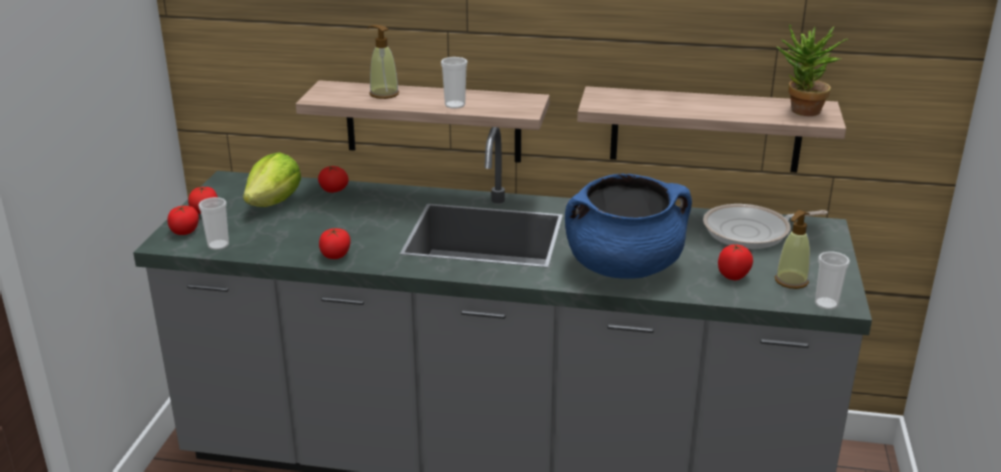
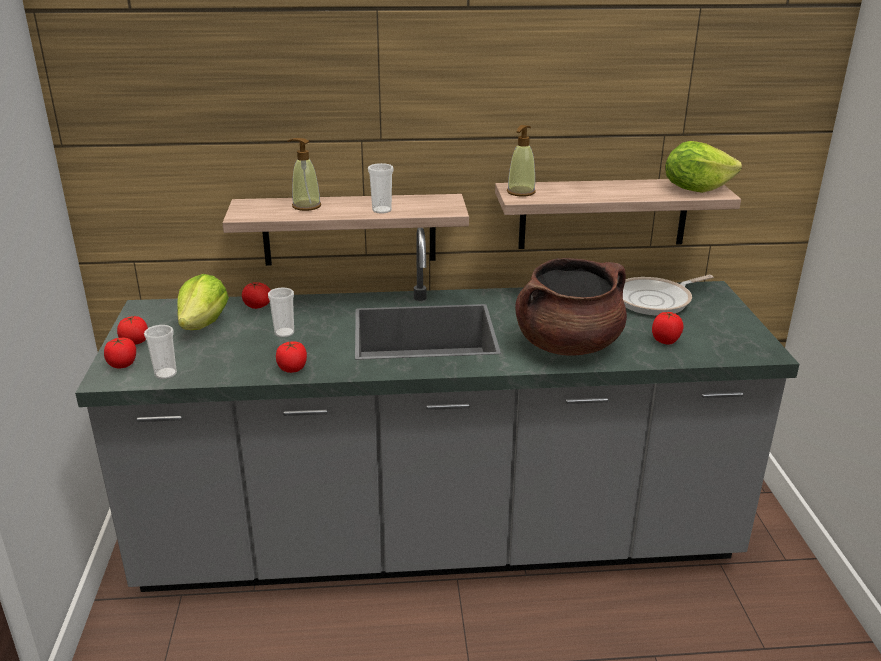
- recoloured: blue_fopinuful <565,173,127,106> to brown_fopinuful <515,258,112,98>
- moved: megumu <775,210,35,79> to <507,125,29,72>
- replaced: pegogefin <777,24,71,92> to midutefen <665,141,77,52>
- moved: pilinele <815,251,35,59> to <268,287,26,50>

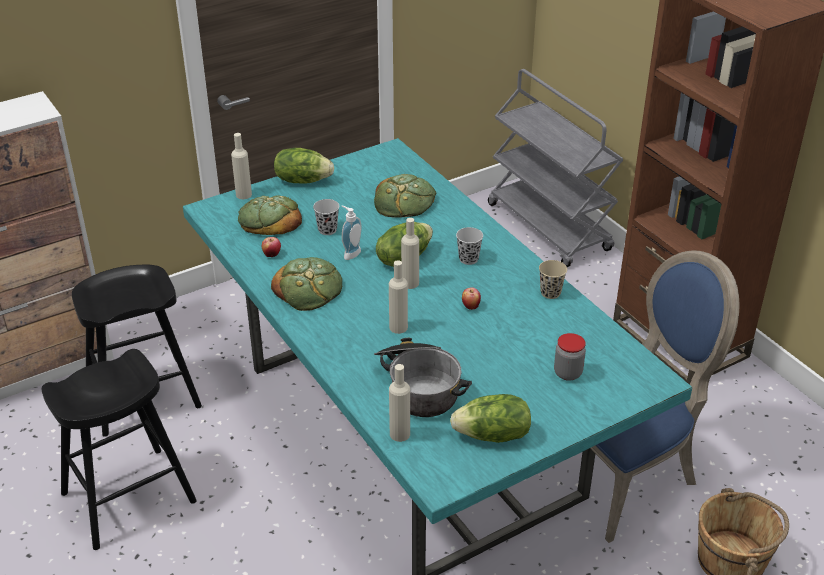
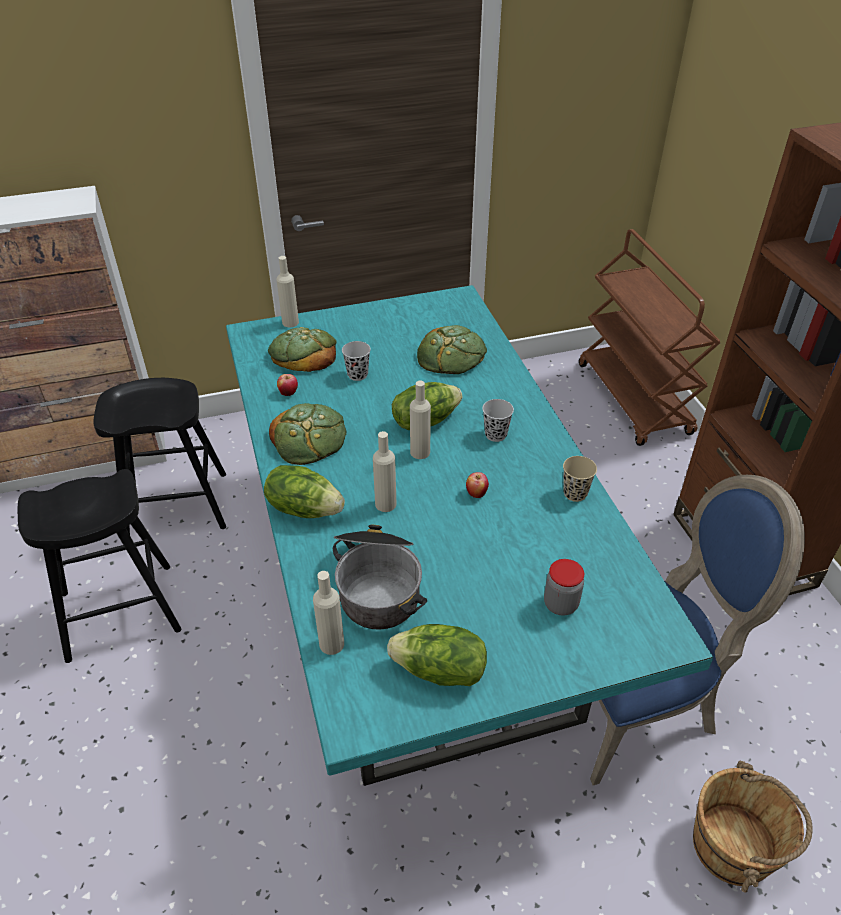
- moved: midutefen <274,148,60,36> to <264,465,81,53>
- removed: megumu <342,205,20,55>
- recoloured: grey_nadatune <488,69,136,198> to brown_nadatune <579,229,142,217>

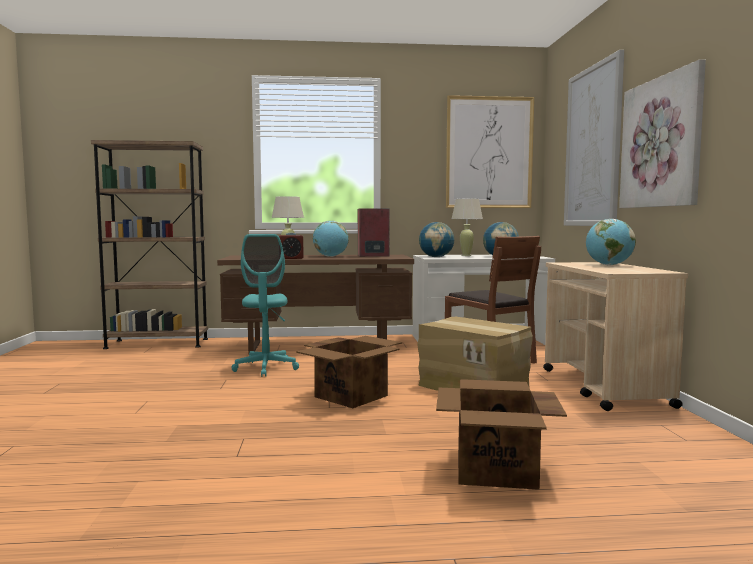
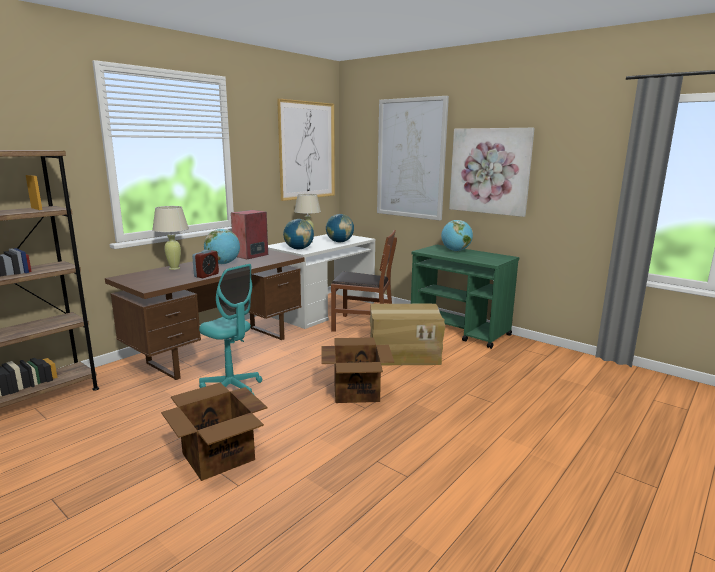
- moved: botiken <436,379,131,111> to <161,382,107,99>
- recoloured: beige_nadatune <543,262,145,149> to green_nadatune <411,245,108,104>

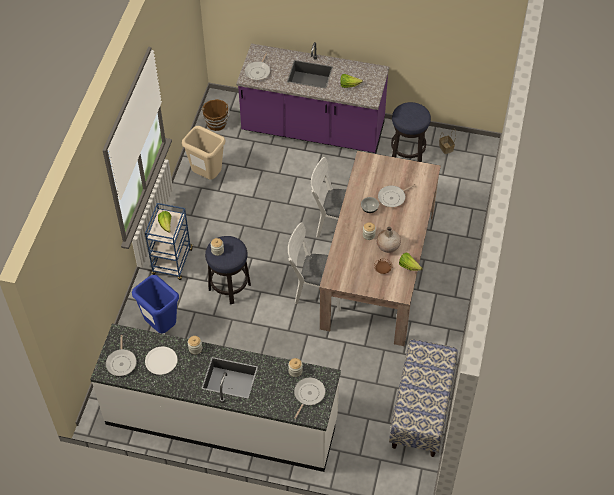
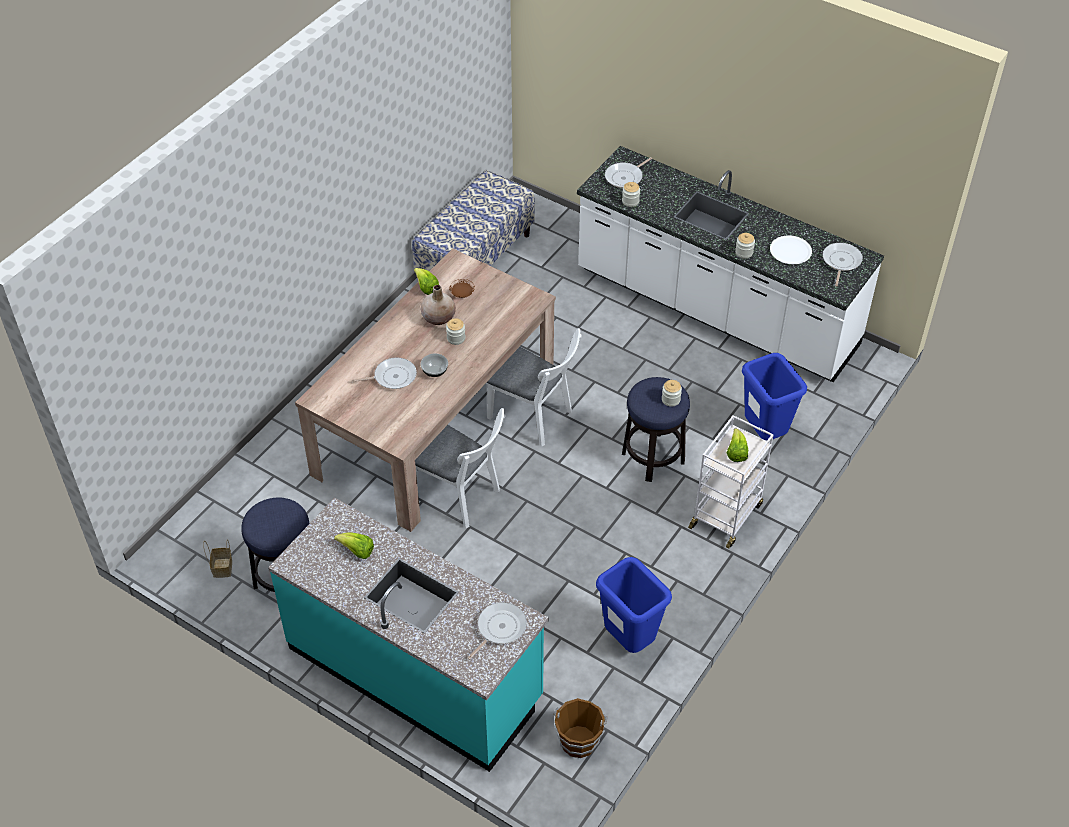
- recoloured: blue_nadatune <145,203,48,77> to white_nadatune <688,415,86,133>
- recoloured: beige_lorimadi <182,126,43,54> to blue_lorimadi <596,557,76,96>
- recoloured: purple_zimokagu <236,42,153,111> to turquoise_zimokagu <268,497,281,275>

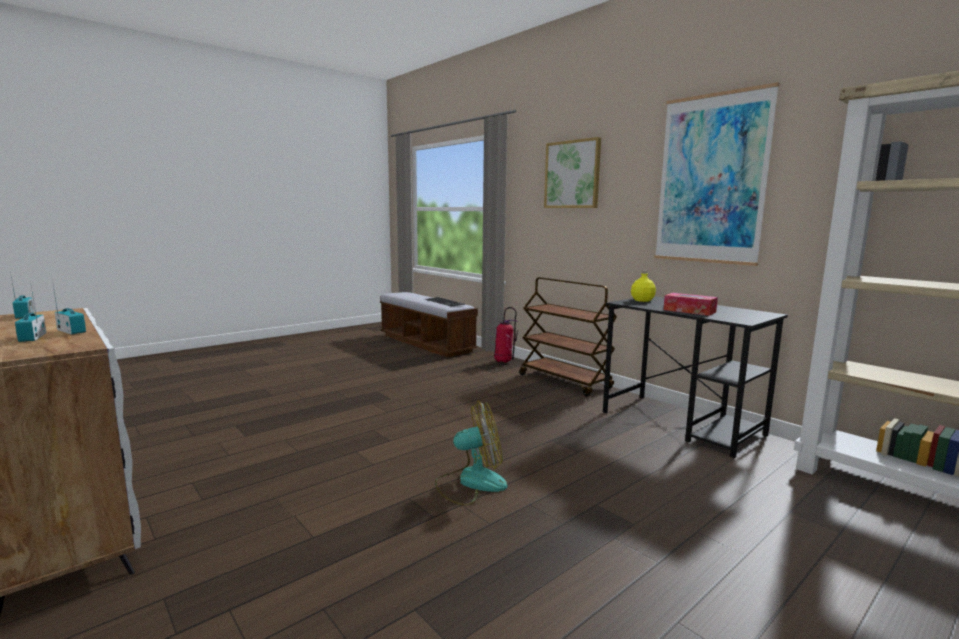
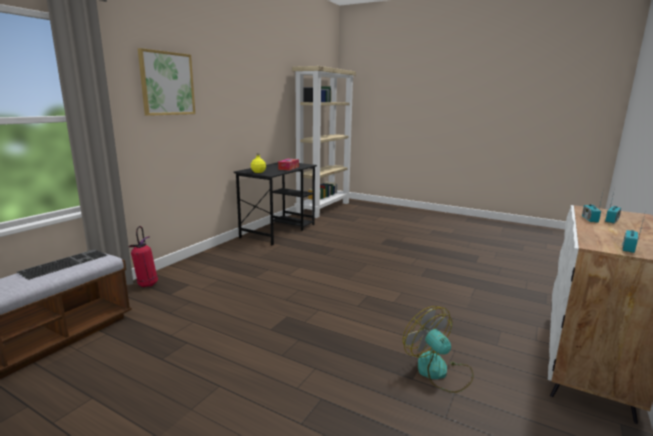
- moved: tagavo <435,401,72,105> to <403,306,71,87>
- removed: brown_nadatune <519,277,98,120>
- removed: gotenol <654,82,126,184>

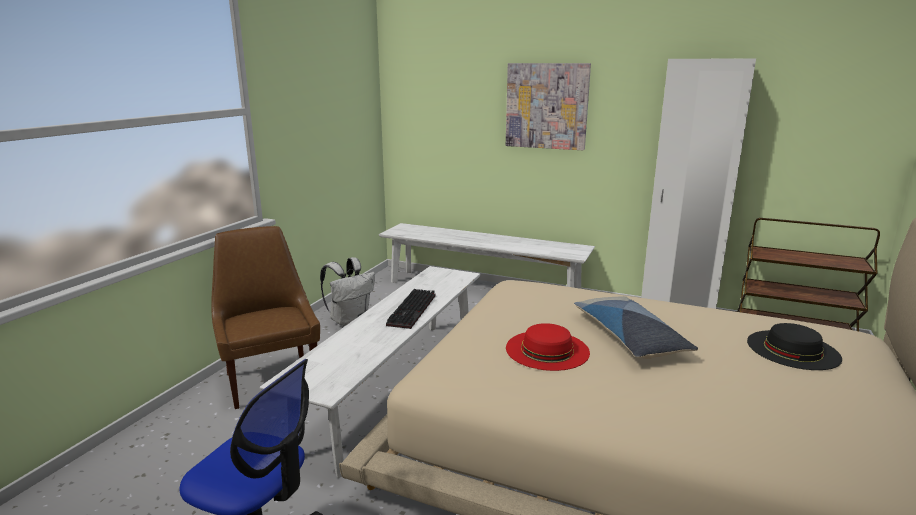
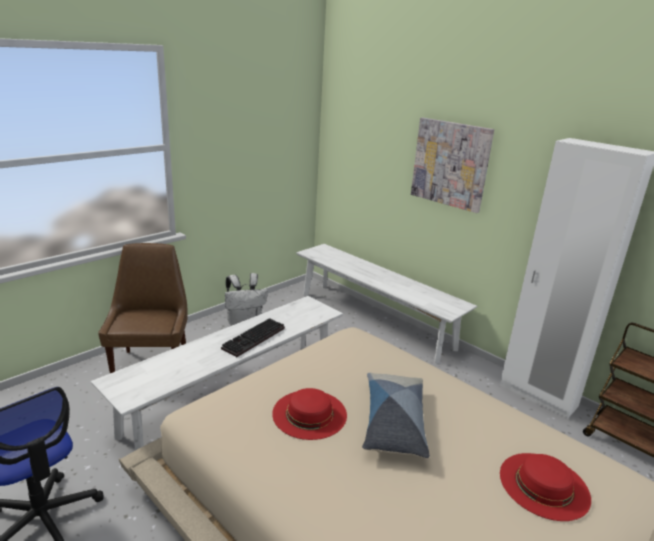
- recoloured: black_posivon <747,323,95,47> to red_posivon <500,453,91,68>

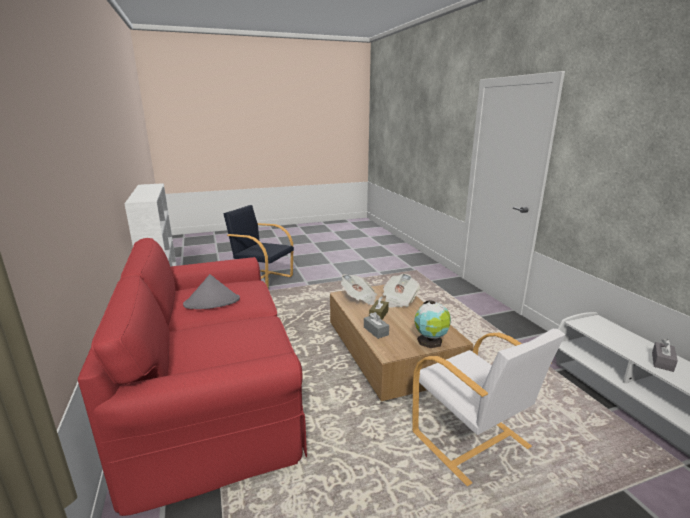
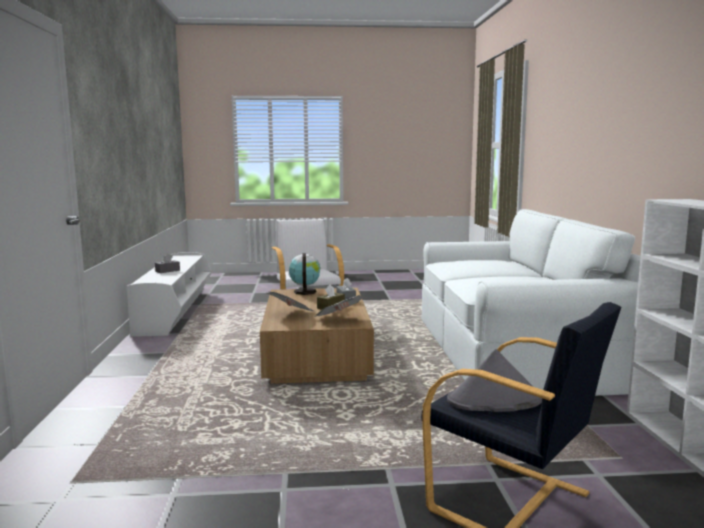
- recoloured: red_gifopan <78,238,229,278> to white_gifopan <422,209,219,187>
- moved: grey_posivon <183,274,57,35> to <447,349,95,63>

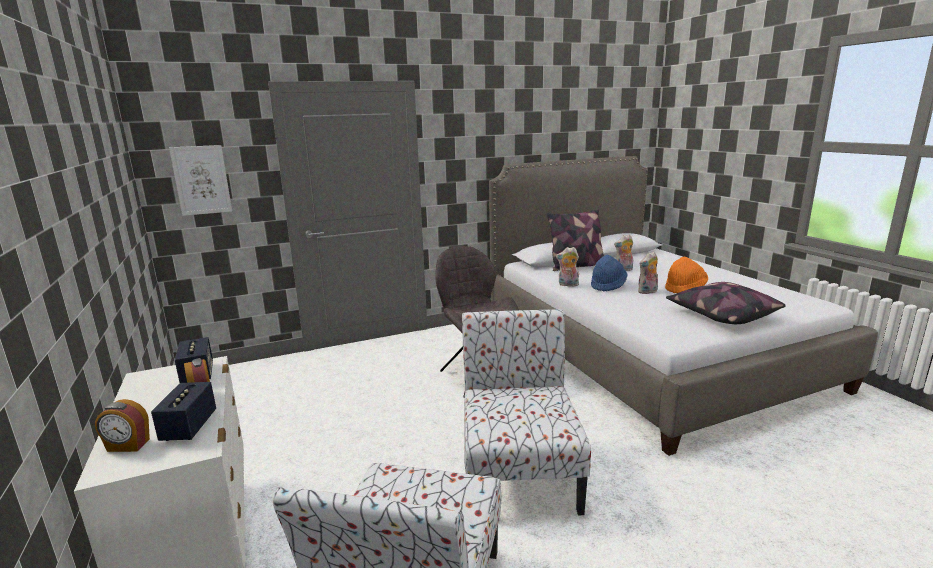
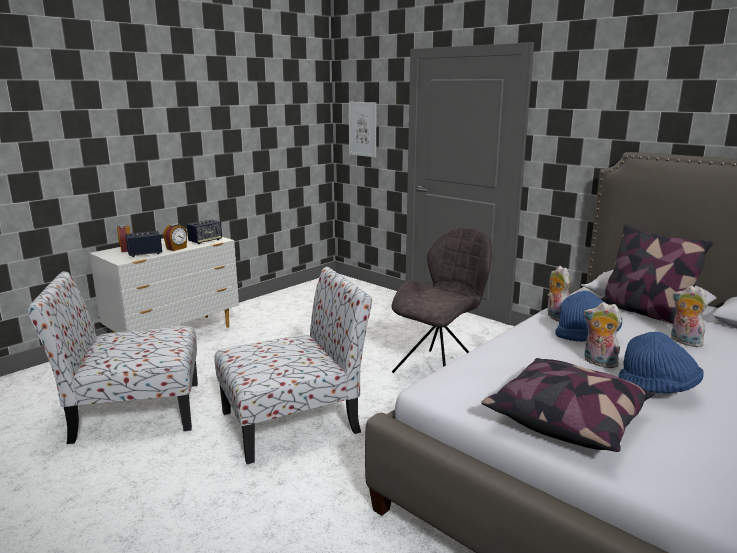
- recoloured: orange_posivon <665,257,43,36> to blue_posivon <618,332,86,62>

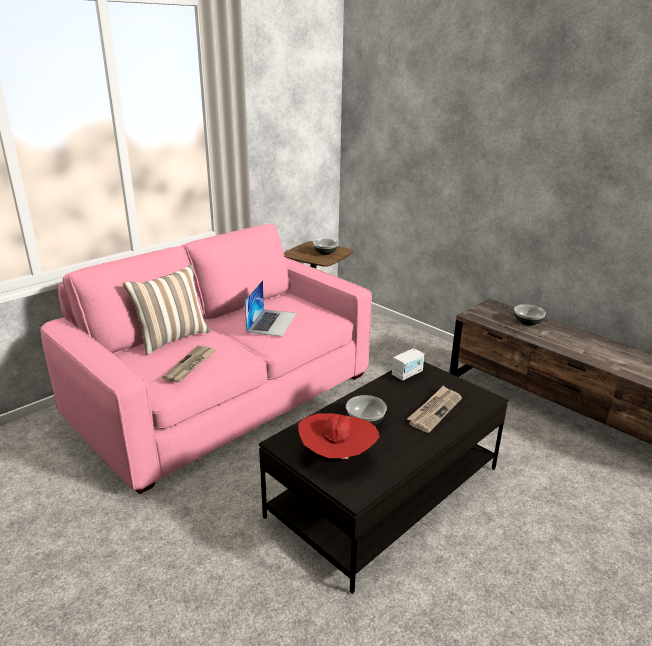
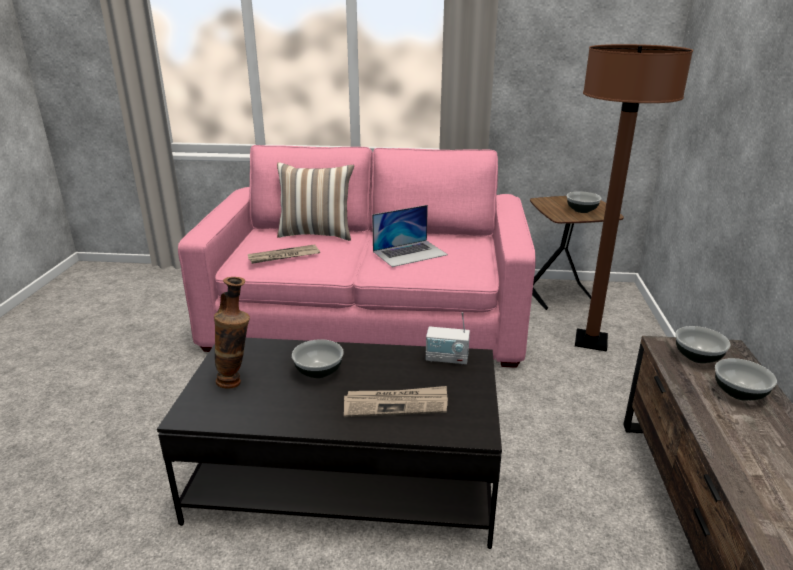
- replaced: red_posivon <298,413,81,46> to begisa <214,277,36,112>
- added: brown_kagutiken <575,44,118,307>
- added: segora <675,326,56,37>

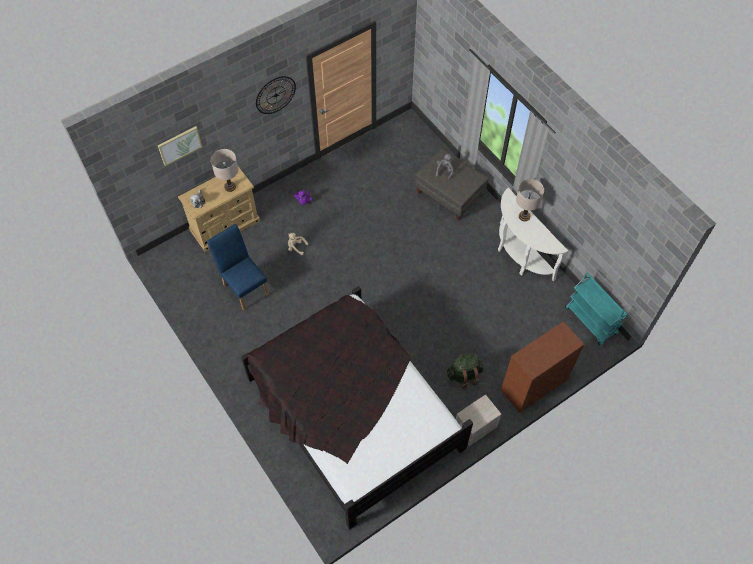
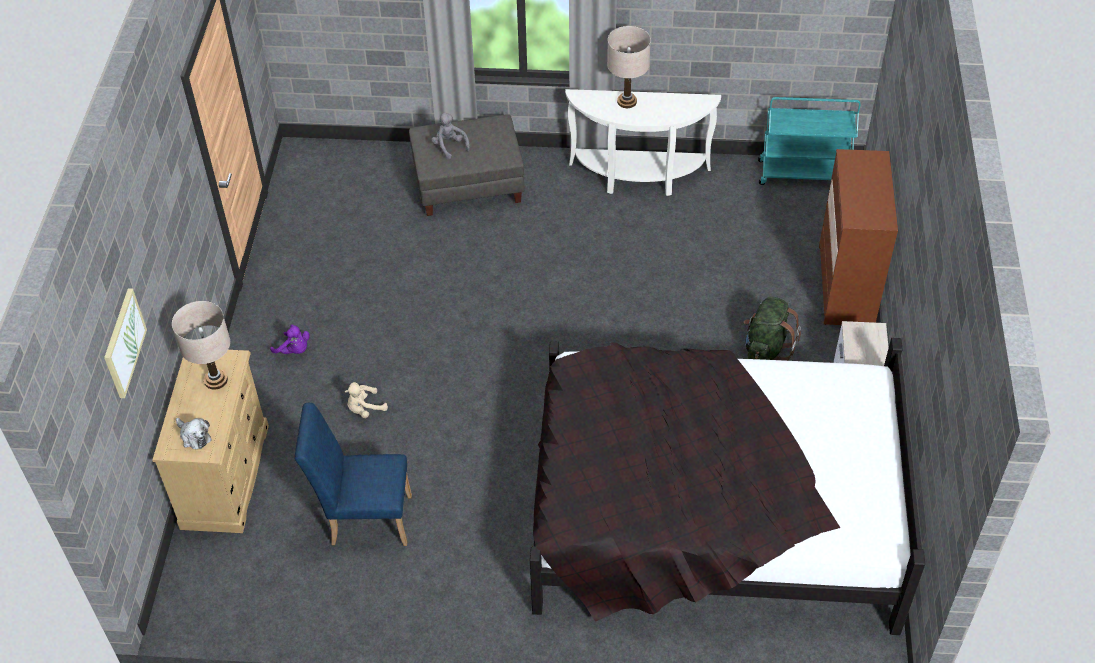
- removed: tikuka <256,76,40,38>

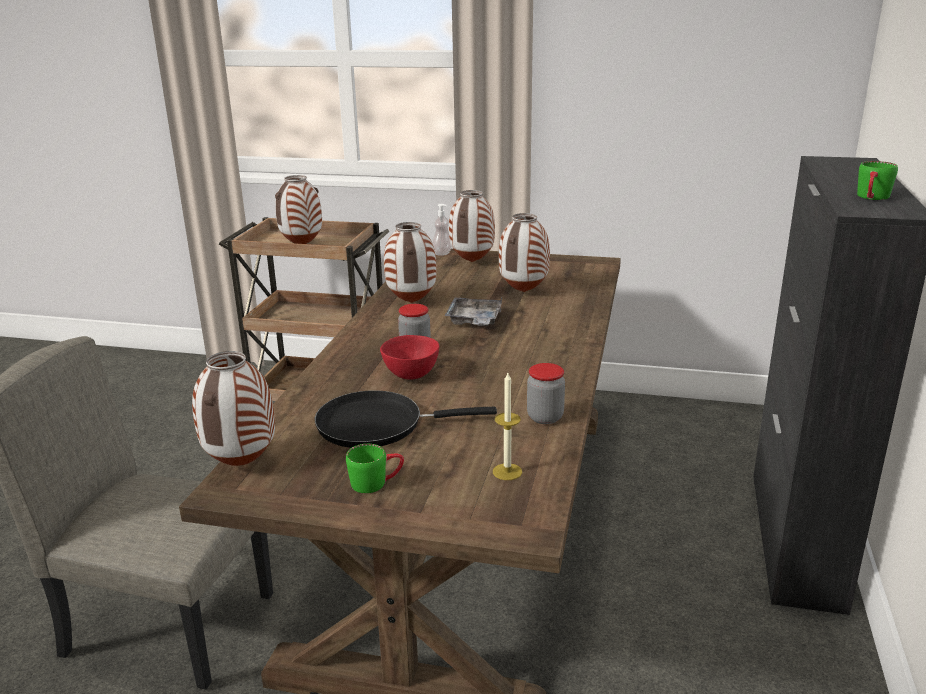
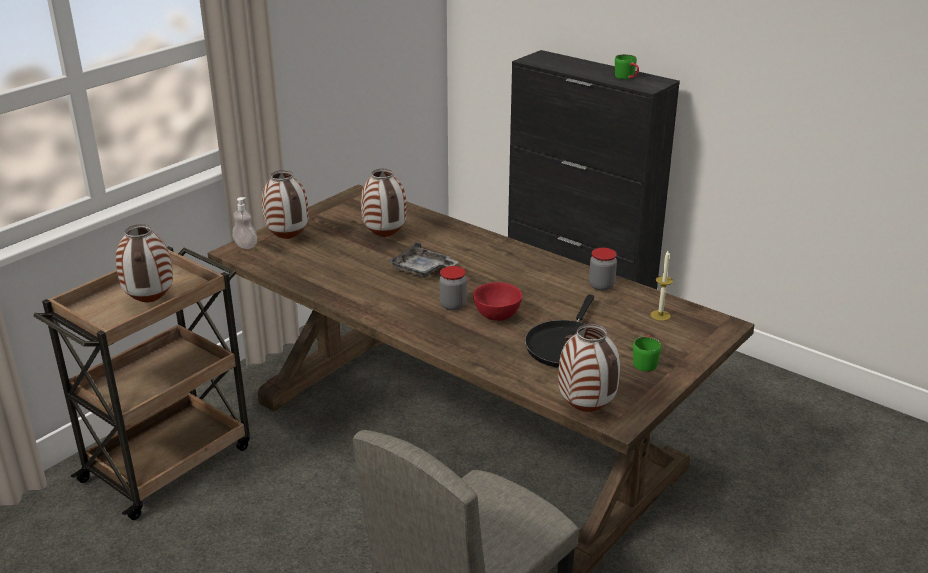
- removed: begisa <384,222,52,81>

